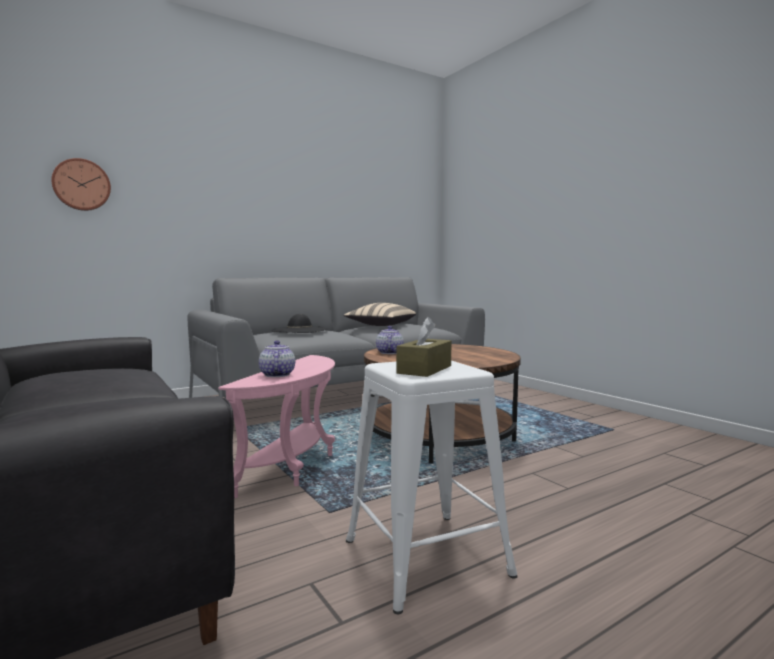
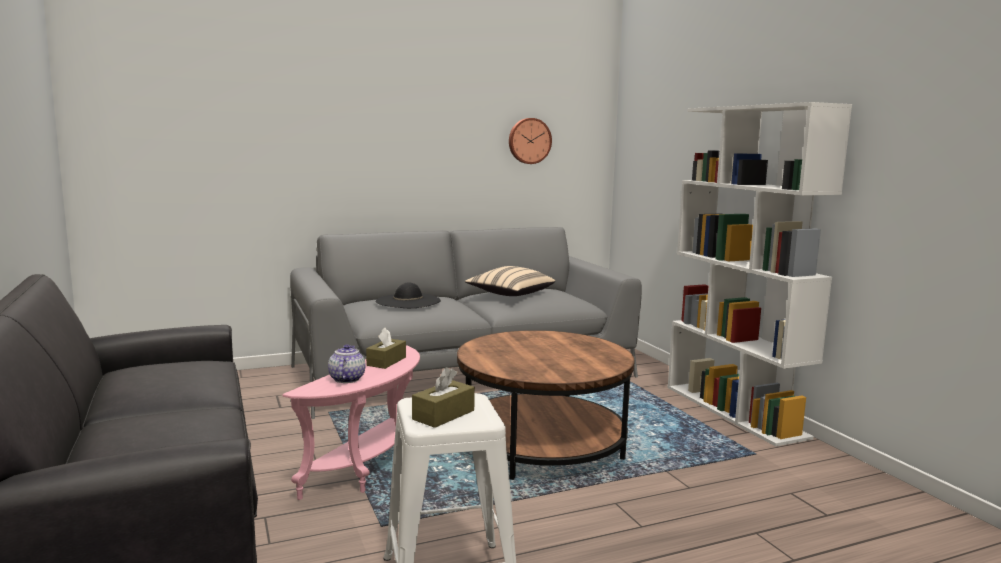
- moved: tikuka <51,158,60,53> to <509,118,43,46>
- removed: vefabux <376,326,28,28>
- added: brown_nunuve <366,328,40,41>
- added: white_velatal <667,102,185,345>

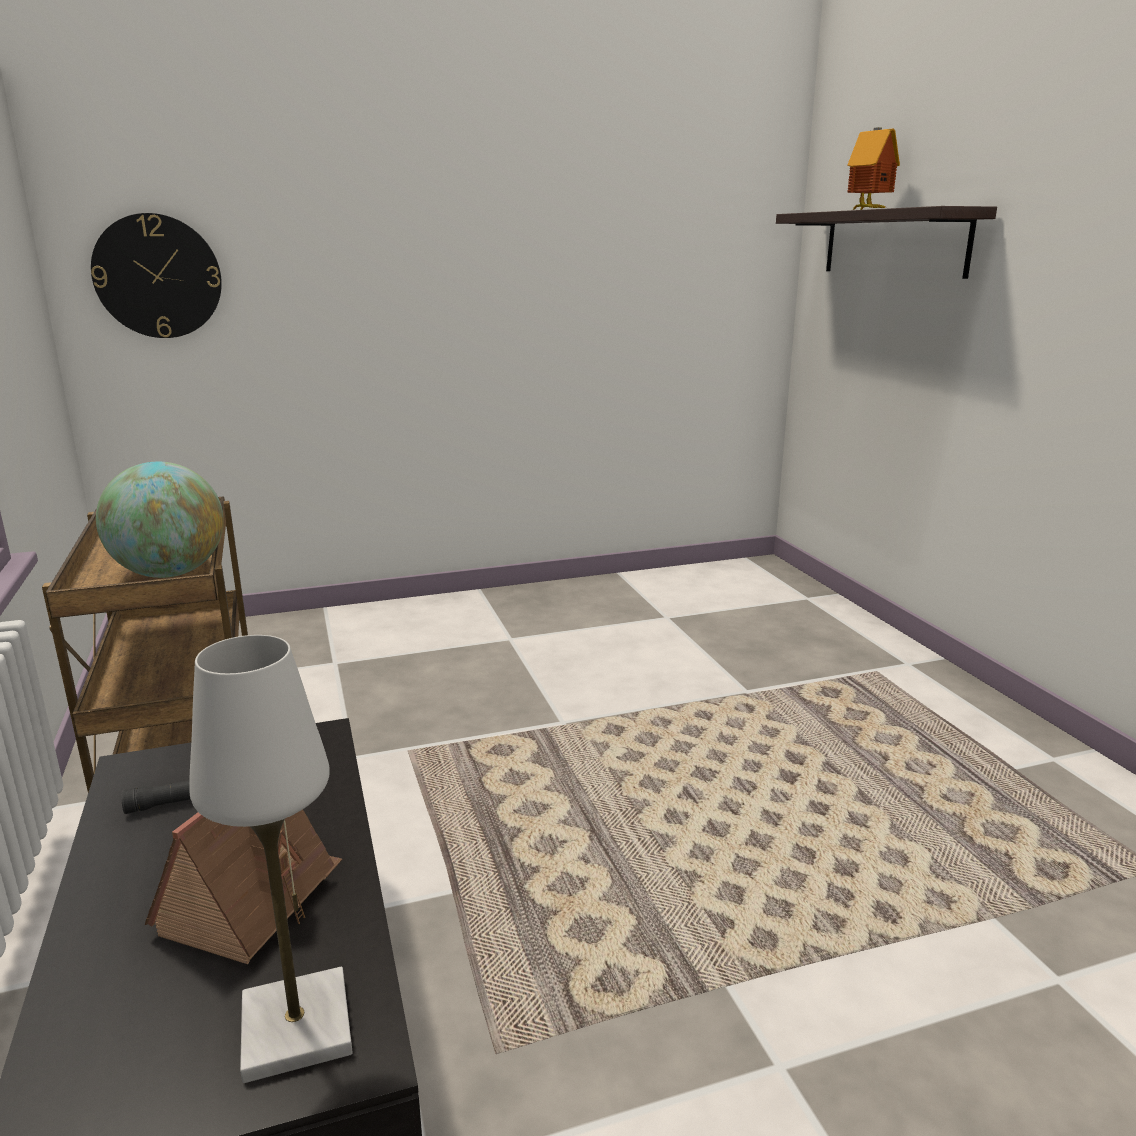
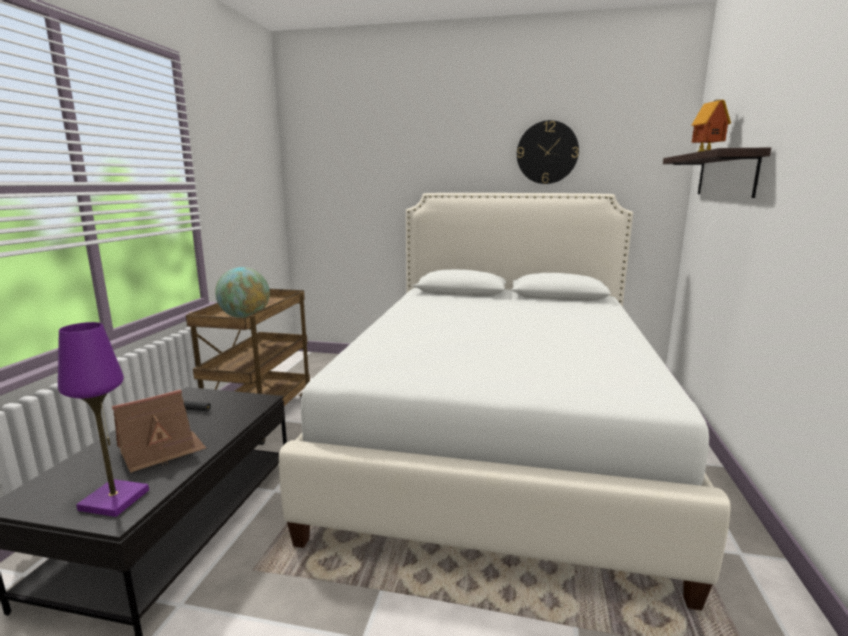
- moved: tikuka <91,213,131,125> to <517,120,62,64>
- recoloured: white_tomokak <189,635,164,448> to purple_tomokak <58,322,91,195>
- added: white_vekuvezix <279,193,452,418>

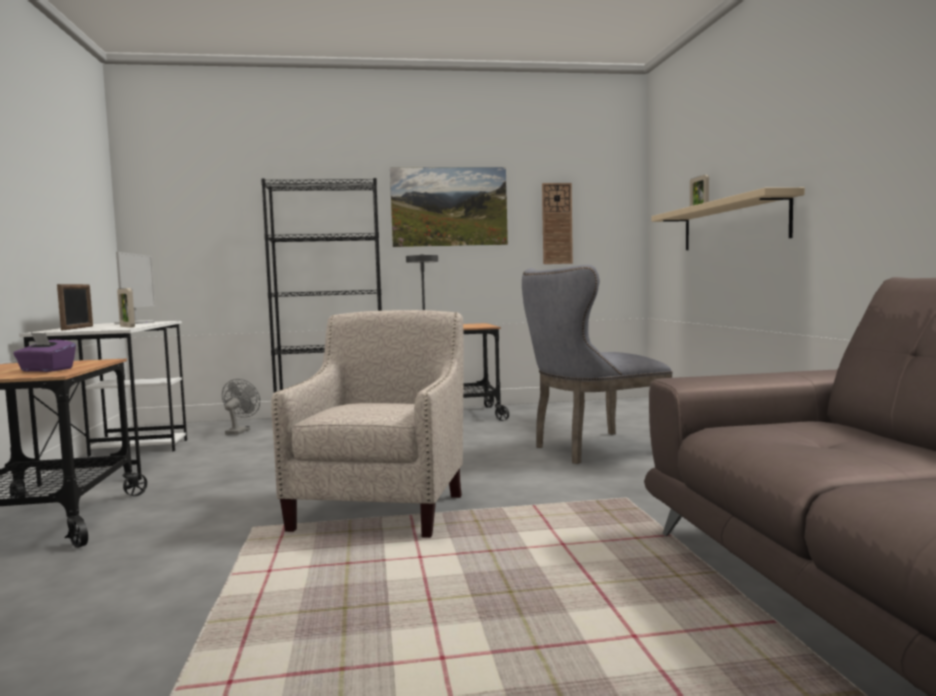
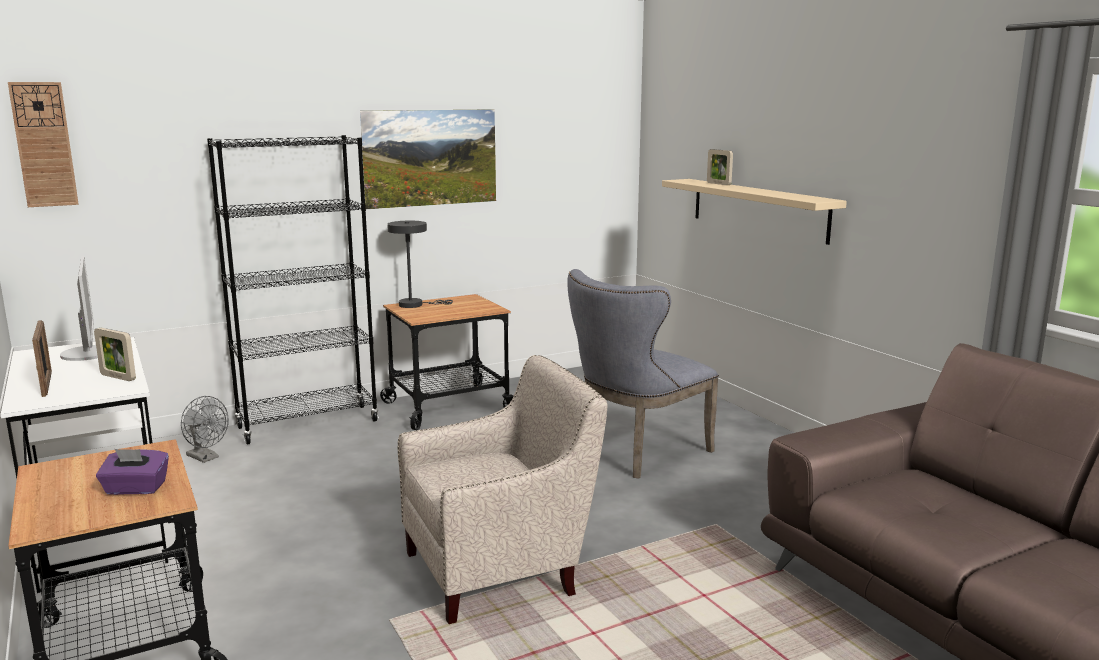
- turned: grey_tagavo <222,379,38,56> = <181,396,48,67> 135 degrees clockwise
- turned: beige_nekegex <271,310,193,228> = <398,355,210,269> 75 degrees clockwise
- moved: tikuka <542,183,31,81> to <8,82,71,125>

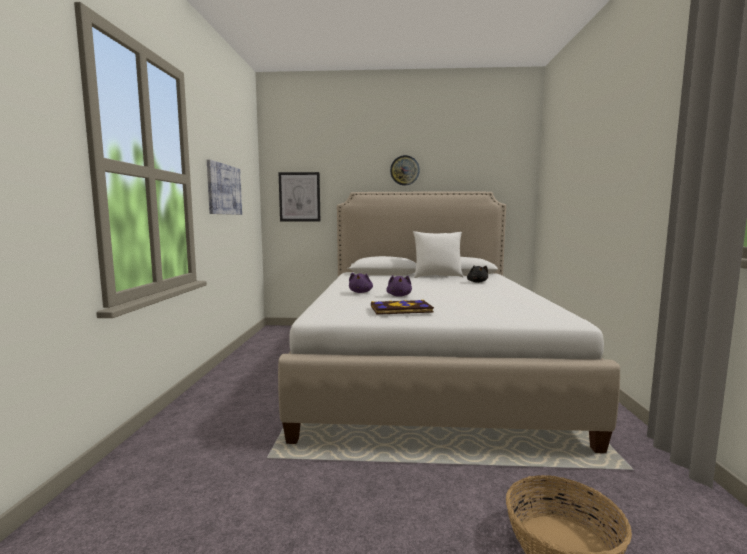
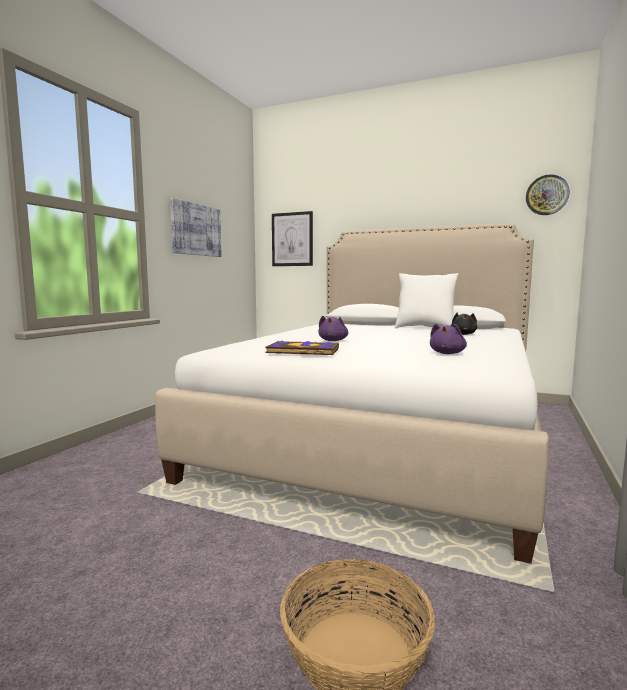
- moved: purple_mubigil <349,273,24,20> to <430,324,37,30>
- moved: tikuka <390,155,30,30> to <526,174,44,41>

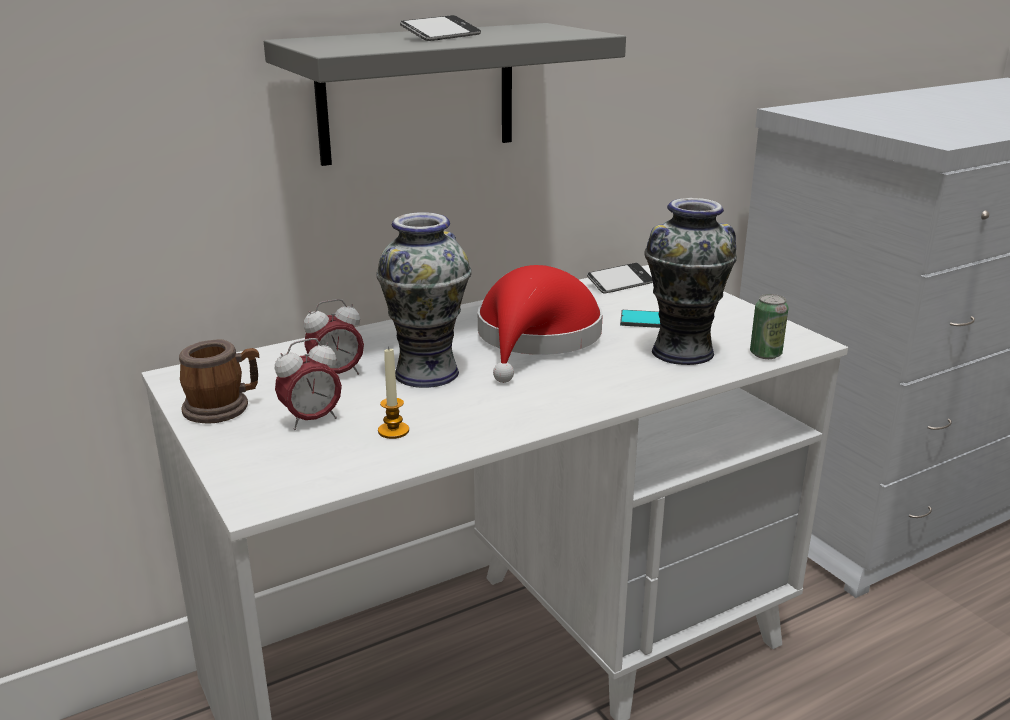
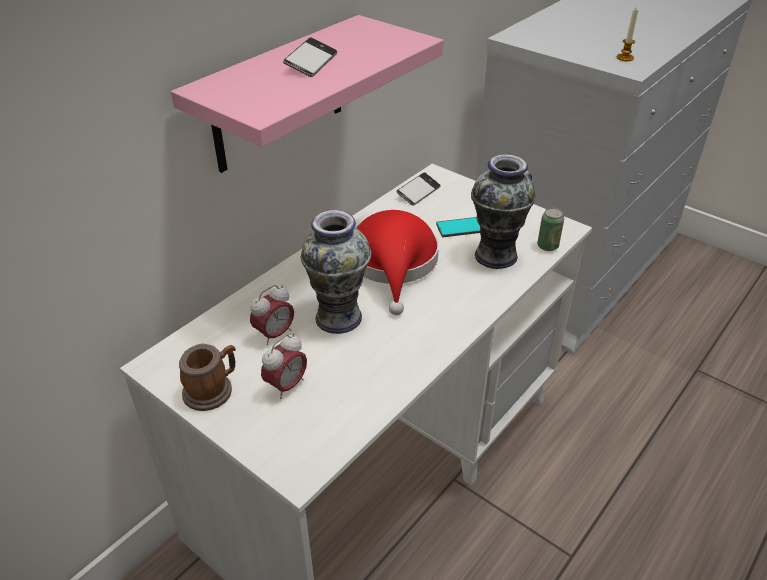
- recoloured: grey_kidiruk <264,23,362,143> to pink_kidiruk <171,15,272,158>
- moved: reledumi <378,347,31,92> to <617,9,21,52>

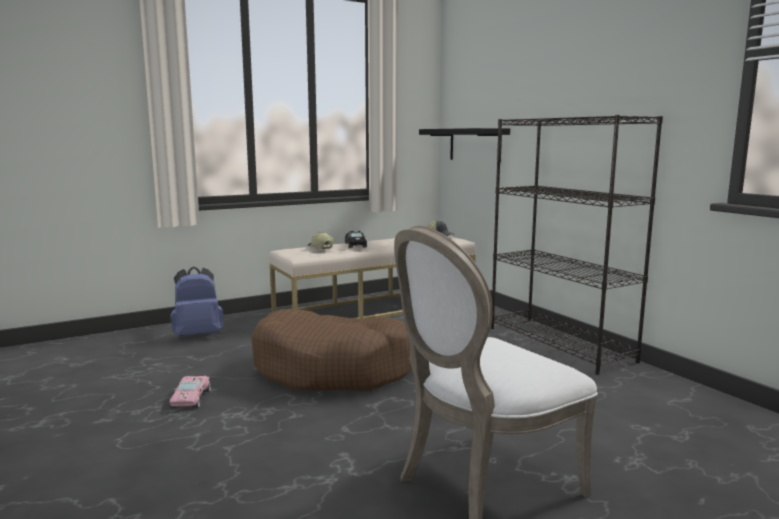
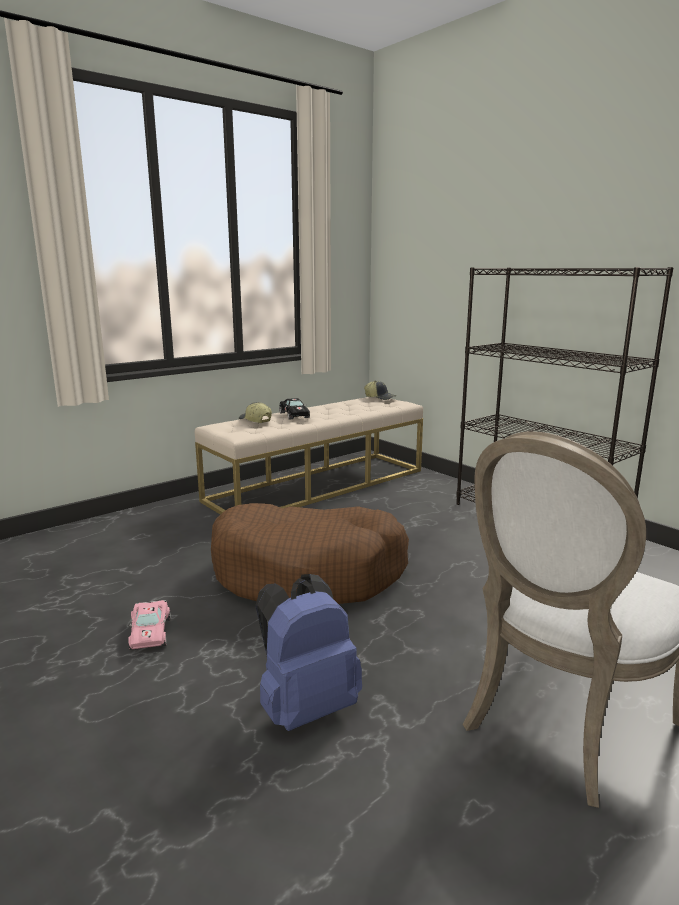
- moved: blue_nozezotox <171,266,53,70> to <255,574,107,157>
- removed: black_kidiruk <419,128,91,35>

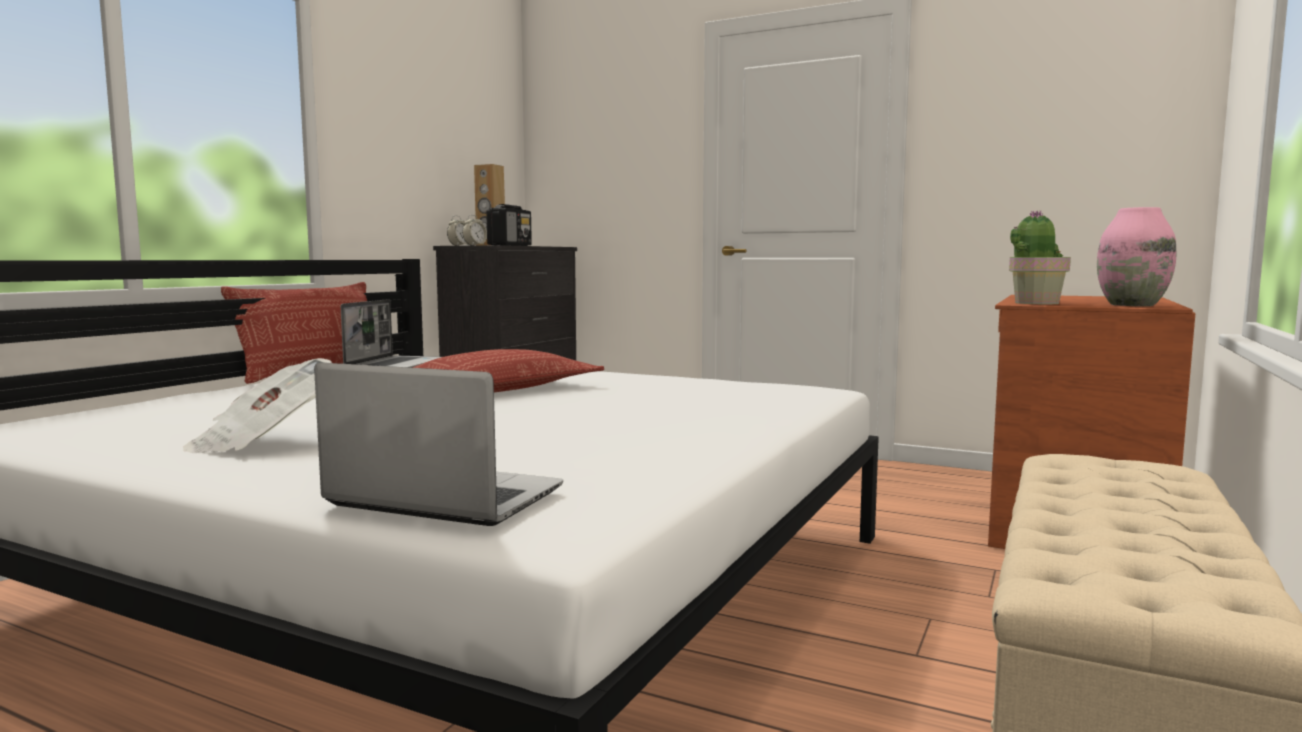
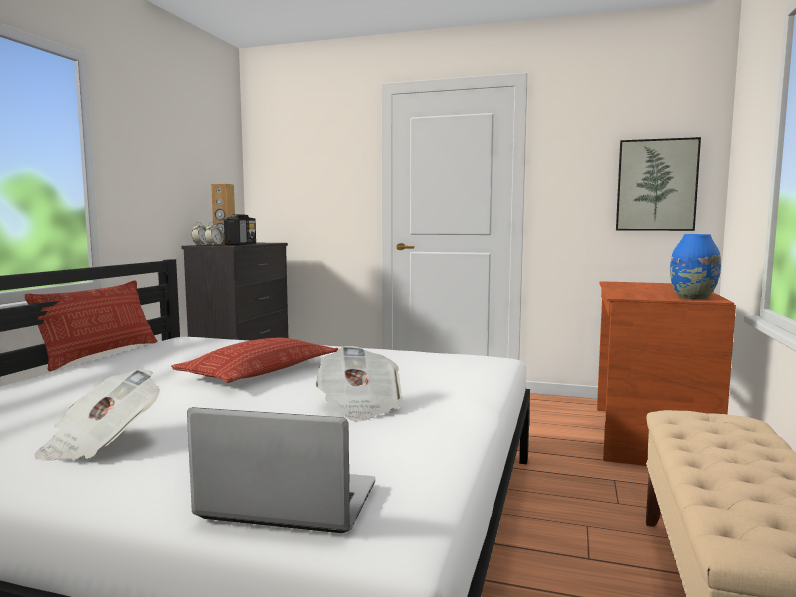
- removed: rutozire <341,299,100,69>
- removed: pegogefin <1009,211,62,93>
- recoloured: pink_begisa <1097,207,79,99> to blue_begisa <670,234,51,65>
- added: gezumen <315,346,87,76>
- added: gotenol <616,137,85,94>

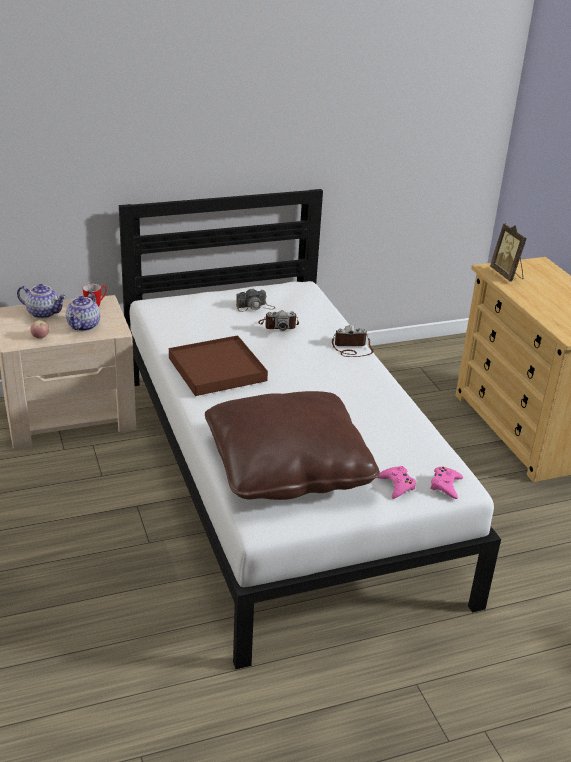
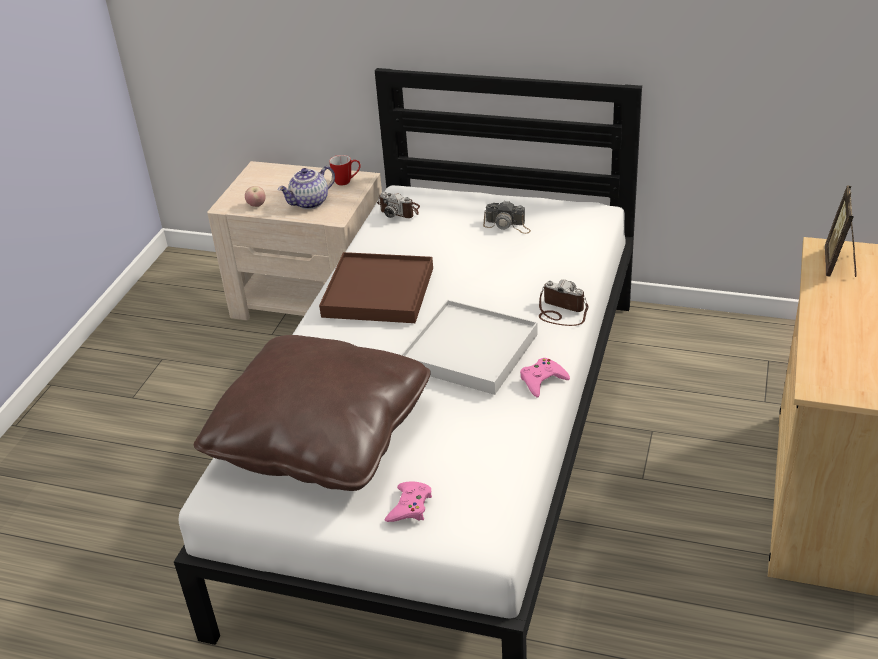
- removed: vefabux <17,284,49,35>
- moved: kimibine <258,310,41,21> to <377,192,43,26>
- moved: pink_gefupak <430,467,33,32> to <520,358,50,39>
- added: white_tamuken <401,300,136,95>

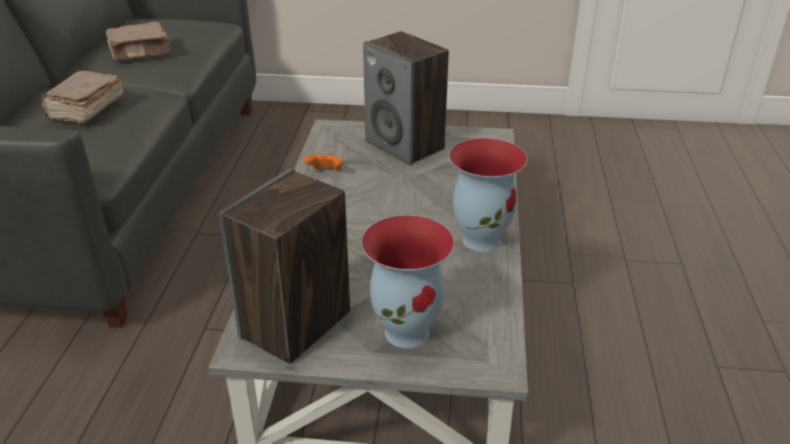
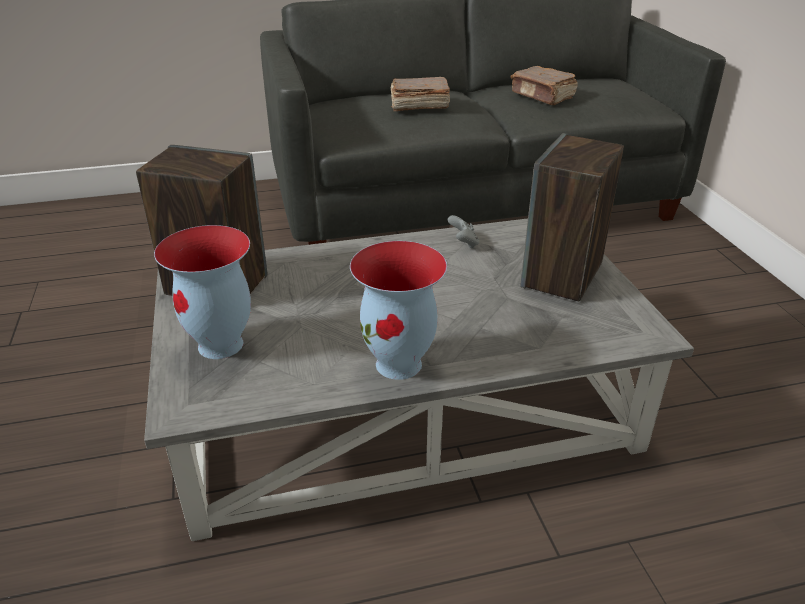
- recoloured: orange_gefupak <304,153,40,18> to grey_gefupak <448,215,31,34>

